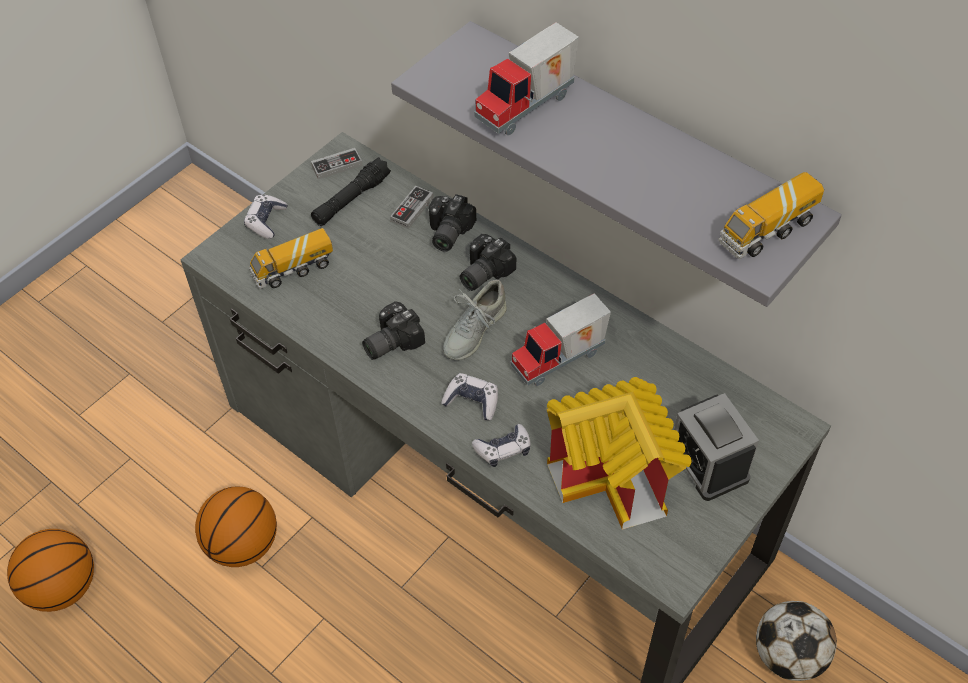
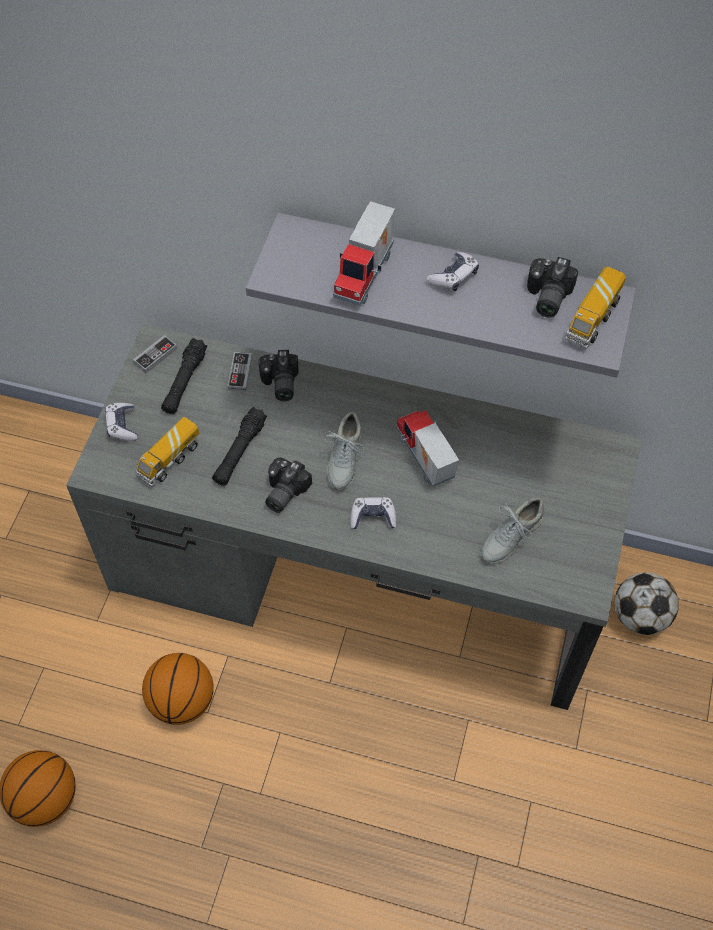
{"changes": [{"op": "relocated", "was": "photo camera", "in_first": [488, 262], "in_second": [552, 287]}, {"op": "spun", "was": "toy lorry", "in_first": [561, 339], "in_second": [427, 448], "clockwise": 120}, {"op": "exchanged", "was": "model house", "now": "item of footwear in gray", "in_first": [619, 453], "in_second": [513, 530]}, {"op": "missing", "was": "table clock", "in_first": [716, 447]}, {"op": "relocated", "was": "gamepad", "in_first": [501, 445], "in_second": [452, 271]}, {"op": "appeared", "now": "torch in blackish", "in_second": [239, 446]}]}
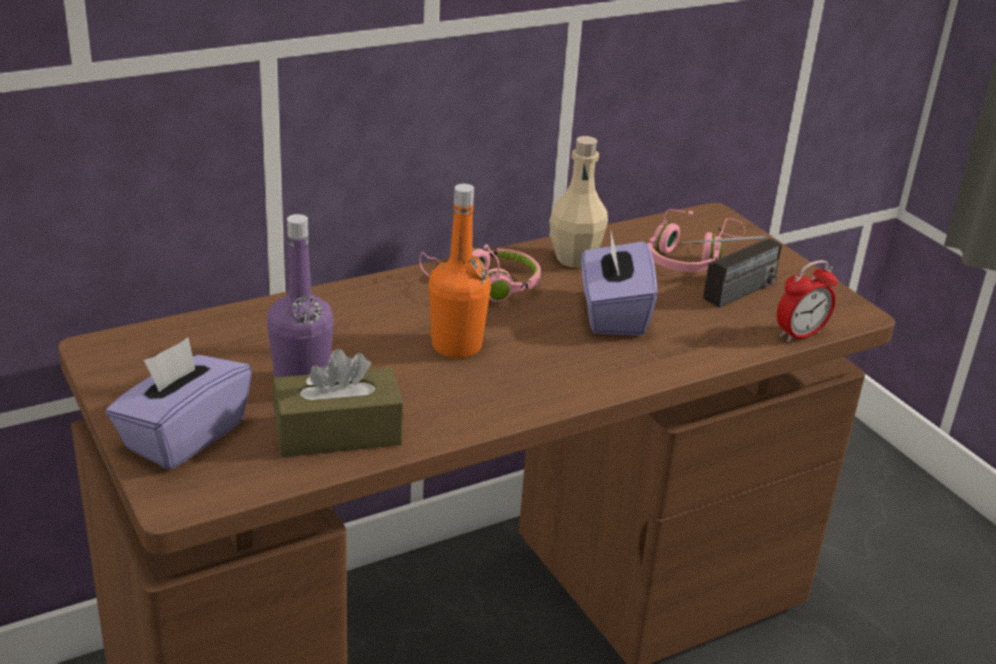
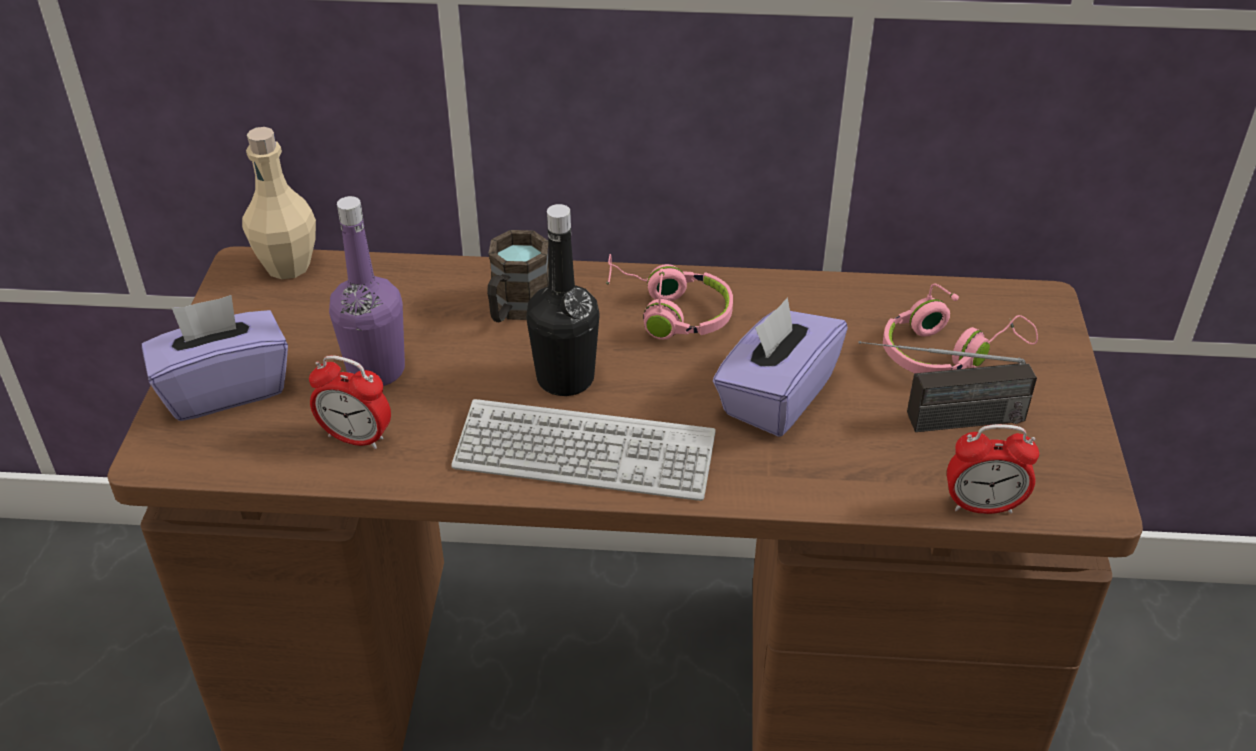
{"changes": [{"op": "relocated", "was": "drink bottle in beige", "in_first": [578, 202], "in_second": [279, 203]}, {"op": "colour", "was": "drink bottle in orangey", "now": "drink bottle in blackish", "in_first": [460, 271], "in_second": [563, 300]}, {"op": "exchanged", "was": "tissue holder in brownish", "now": "table clock", "in_first": [338, 403], "in_second": [350, 402]}, {"op": "appeared", "now": "tea mug in brownish", "in_second": [518, 276]}, {"op": "appeared", "now": "PC keyboard", "in_second": [583, 450]}]}
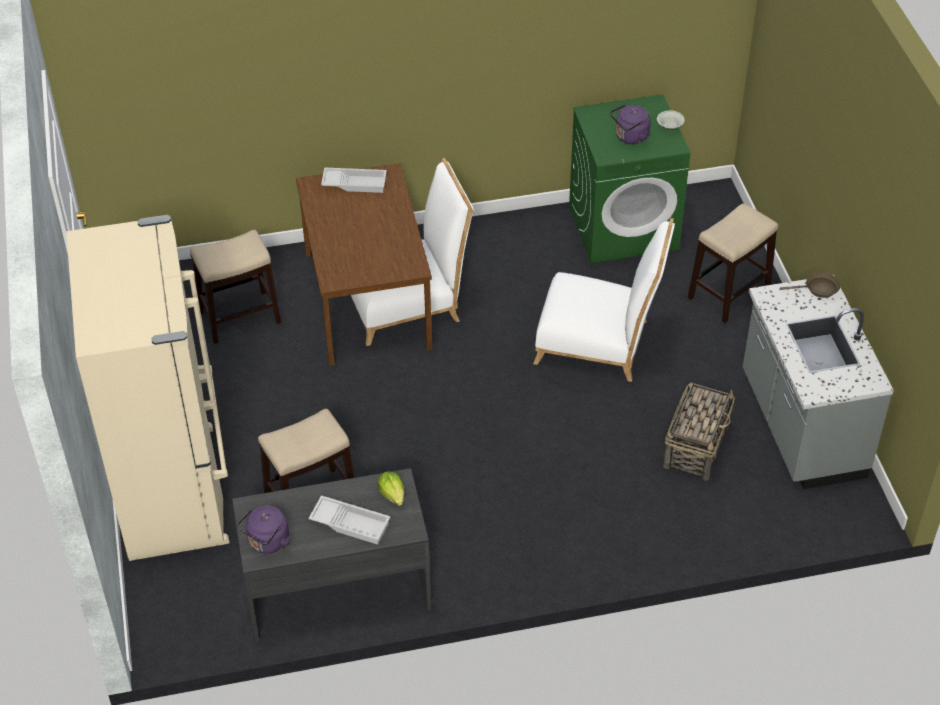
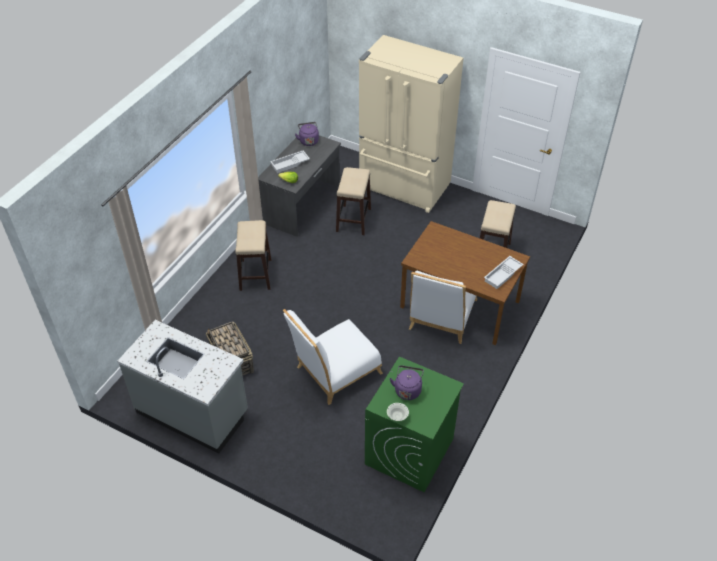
{"changes": [{"op": "relocated", "was": "stool seat", "in_first": [733, 263], "in_second": [253, 255]}, {"op": "missing", "was": "frying pan in brownish", "in_first": [810, 285]}]}
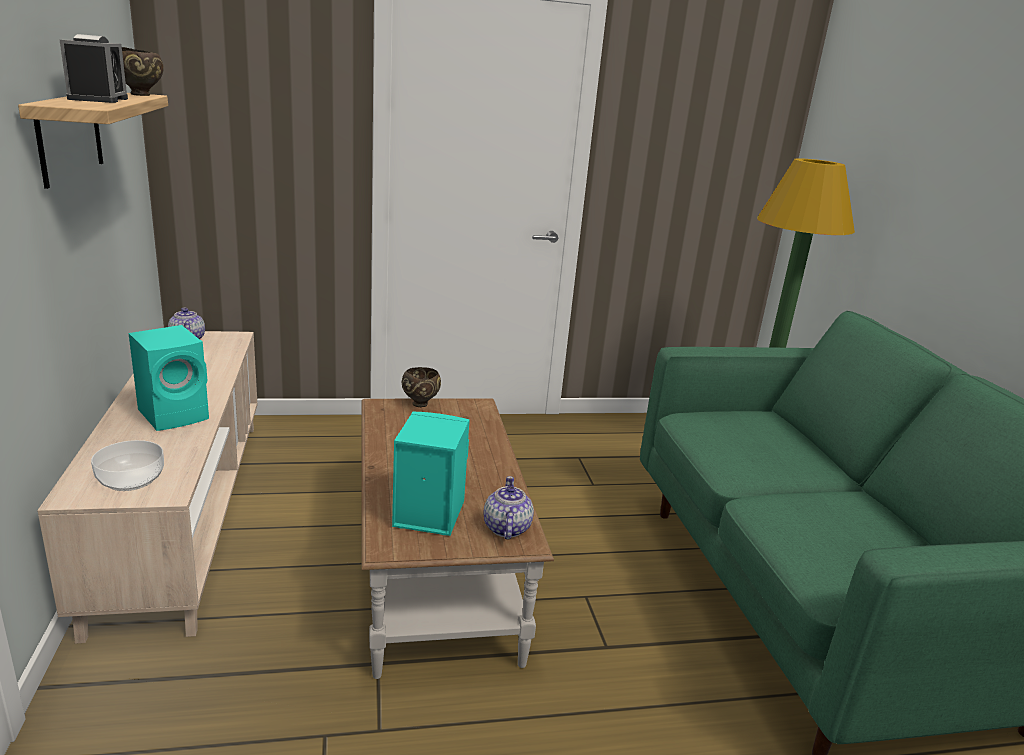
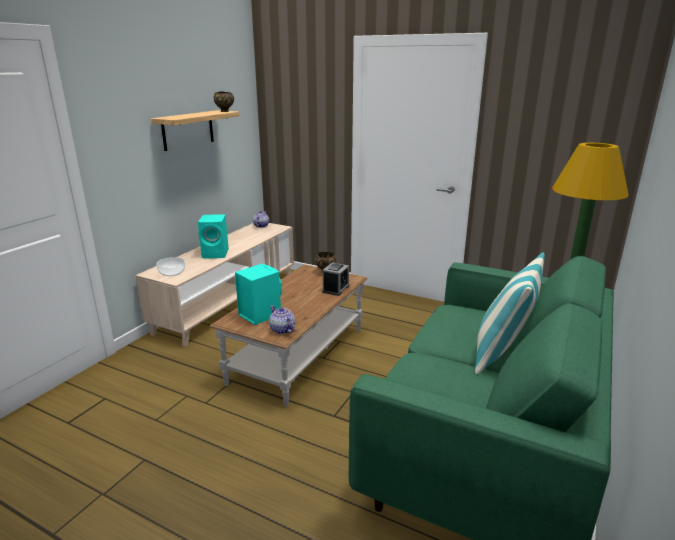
{"changes": [{"op": "relocated", "was": "table clock", "in_first": [94, 68], "in_second": [335, 279]}, {"op": "spun", "was": "pot for tea", "in_first": [508, 508], "in_second": [282, 319], "clockwise": -75}, {"op": "appeared", "now": "cushion", "in_second": [509, 313]}]}
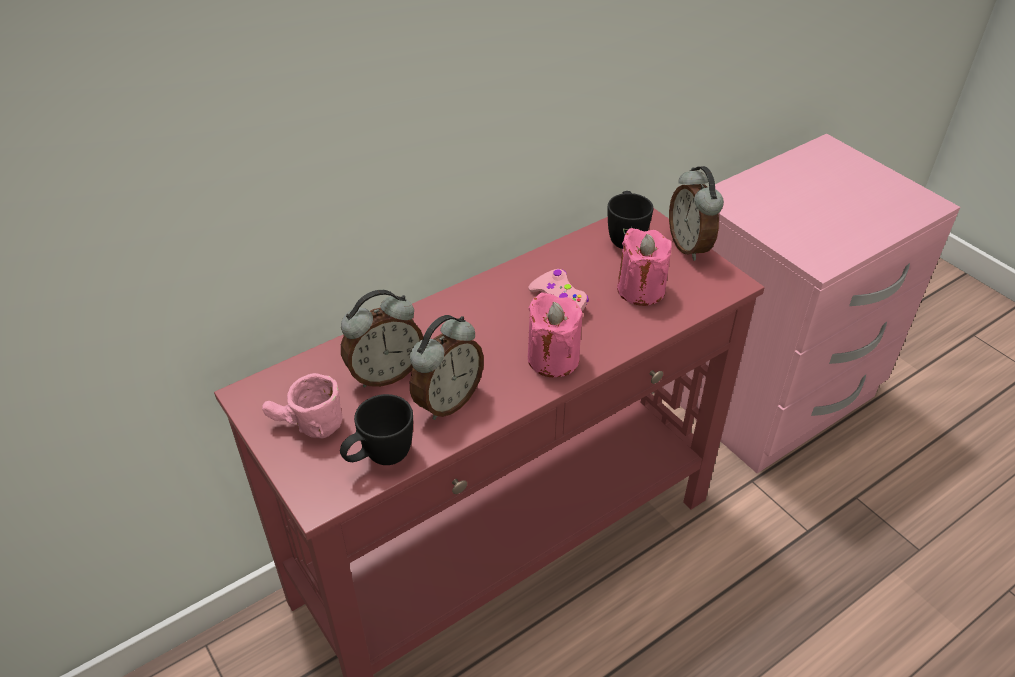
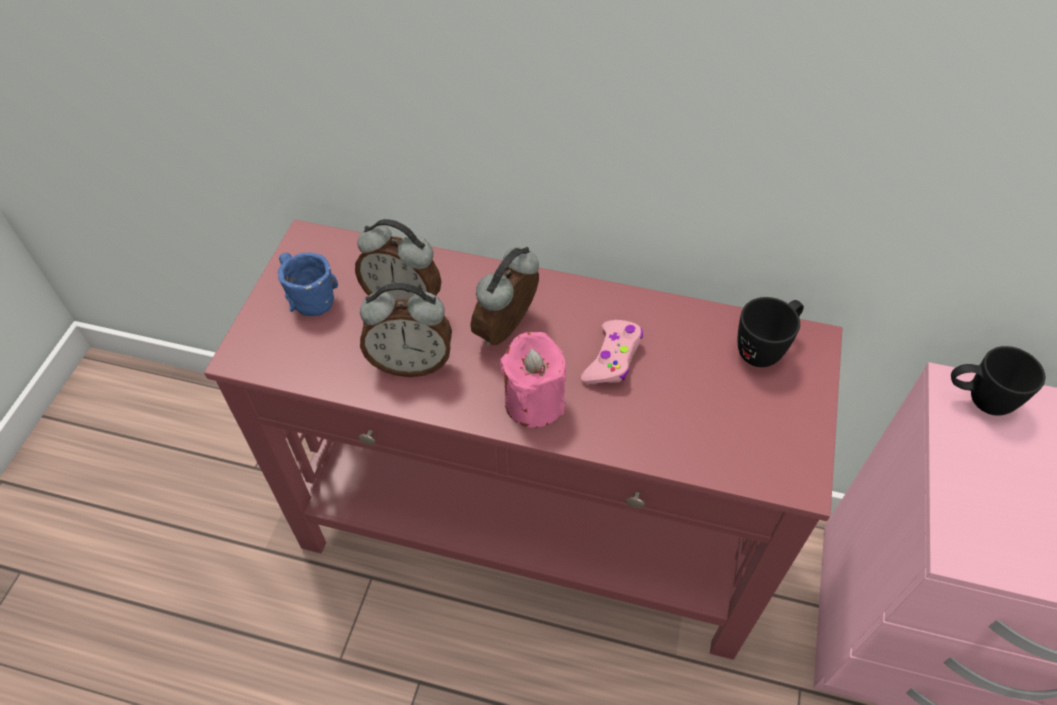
{"changes": [{"op": "relocated", "was": "table clock", "in_first": [696, 213], "in_second": [504, 296]}, {"op": "missing", "was": "wax light in pinkish", "in_first": [644, 267]}, {"op": "colour", "was": "tea mug in pinkish", "now": "tea mug in blue", "in_first": [302, 406], "in_second": [308, 284]}, {"op": "relocated", "was": "tea mug in blackish", "in_first": [376, 429], "in_second": [998, 381]}]}
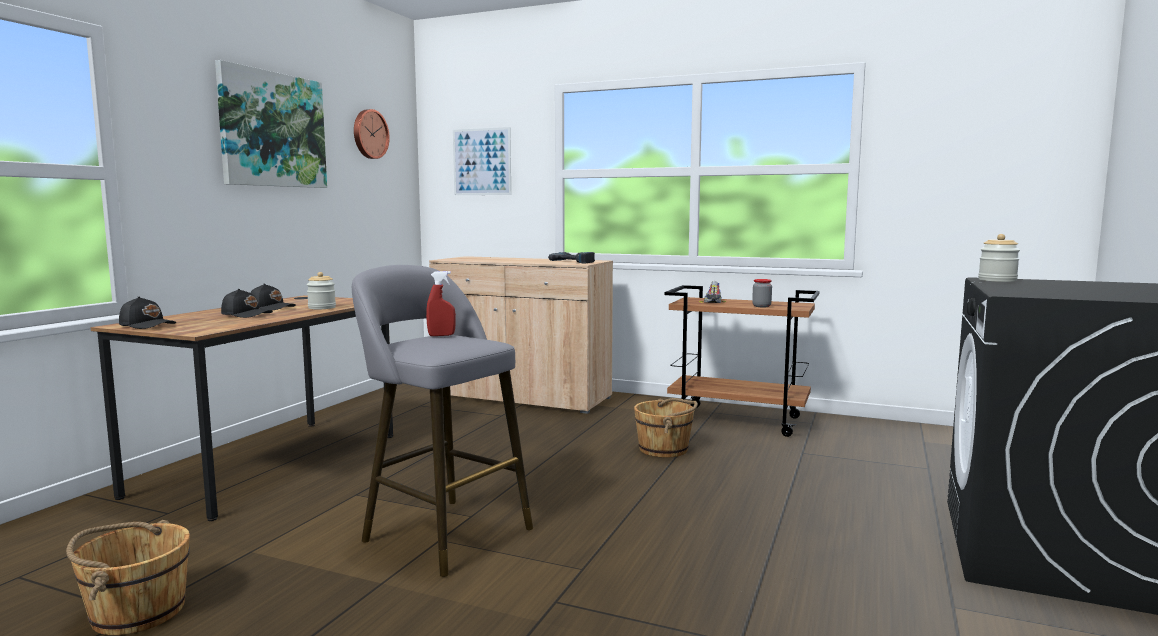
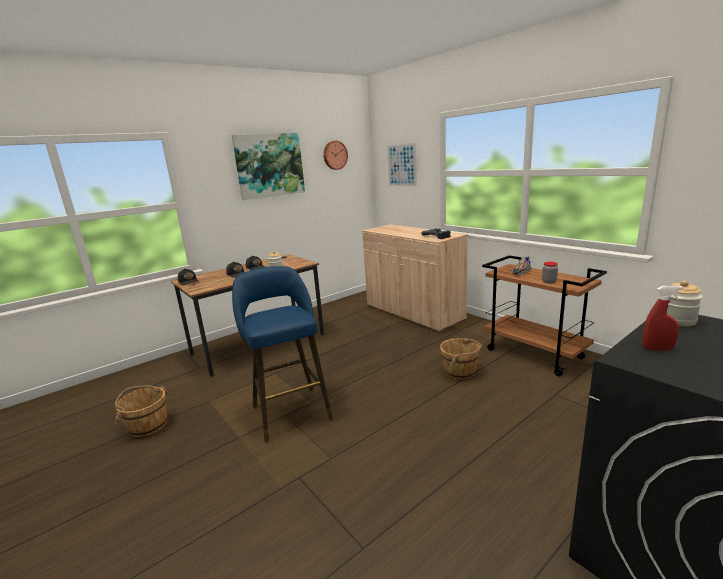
{"changes": [{"op": "colour", "was": "stool seat in gray", "now": "stool seat in blue", "in_first": [442, 421], "in_second": [282, 354]}, {"op": "relocated", "was": "spray bottle in red", "in_first": [441, 303], "in_second": [662, 318]}]}
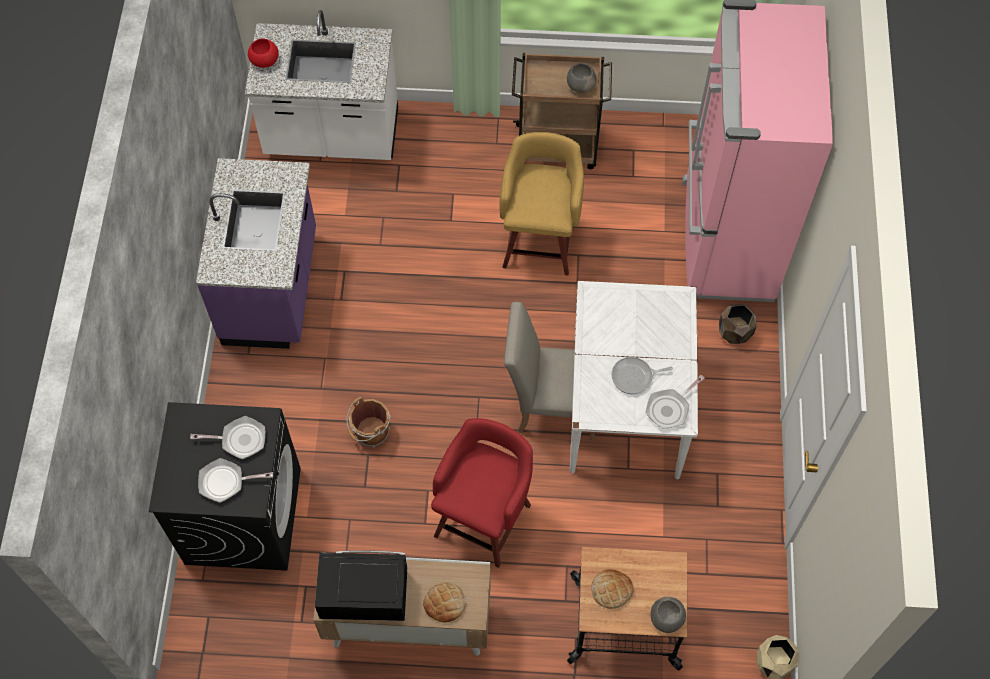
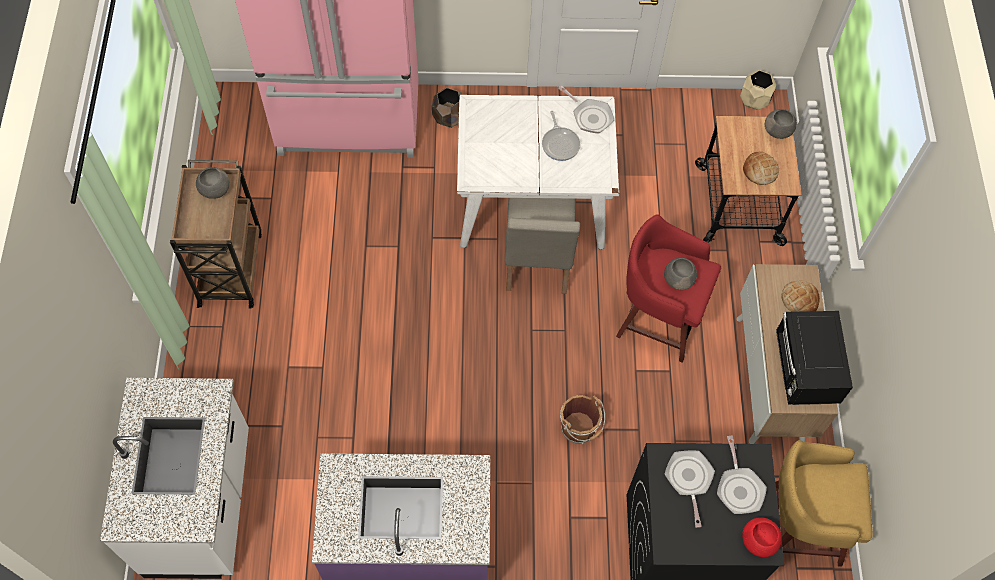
{"changes": [{"op": "relocated", "was": "deep dish in red", "in_first": [263, 53], "in_second": [762, 537]}, {"op": "relocated", "was": "stool seat in yellow-coloured", "in_first": [541, 203], "in_second": [824, 503]}, {"op": "appeared", "now": "deep dish in gray", "in_second": [680, 273]}]}
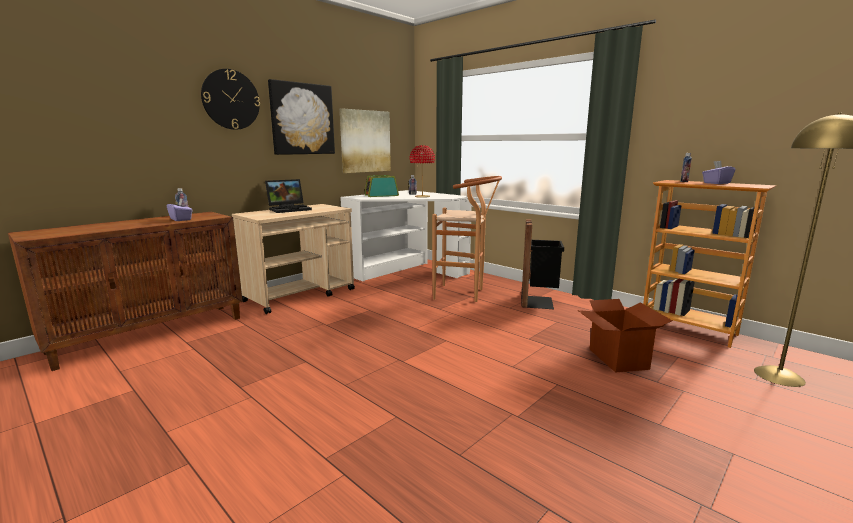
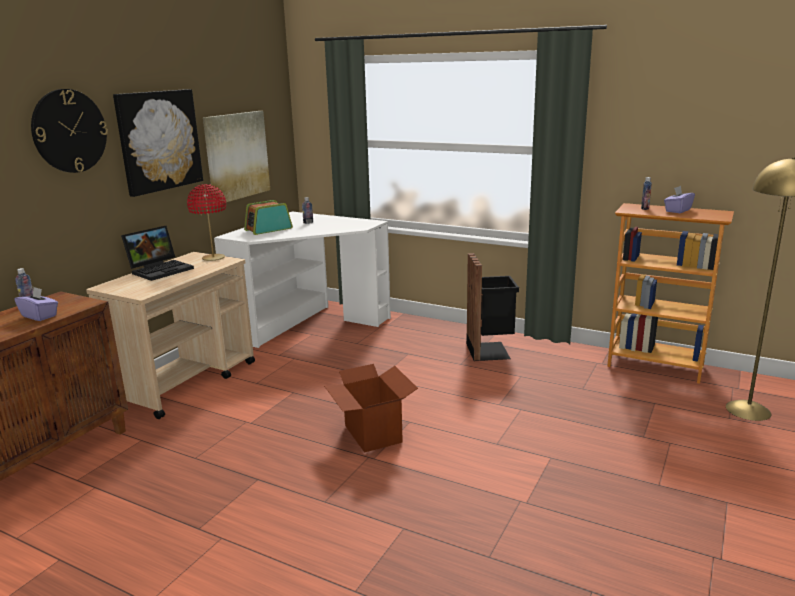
{"changes": [{"op": "relocated", "was": "tabletop lamp in red", "in_first": [422, 171], "in_second": [206, 222]}, {"op": "missing", "was": "stool seat in brownish", "in_first": [467, 239]}, {"op": "relocated", "was": "carton", "in_first": [625, 335], "in_second": [371, 408]}]}
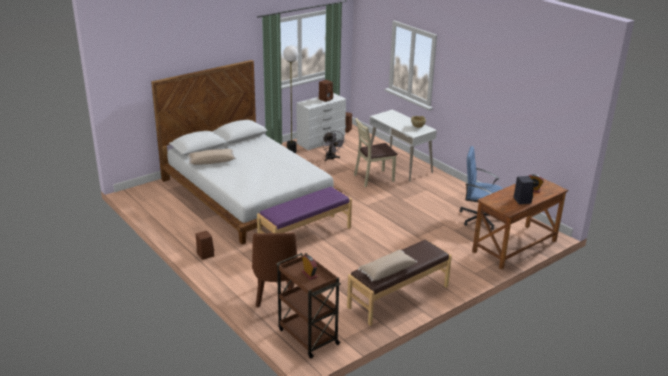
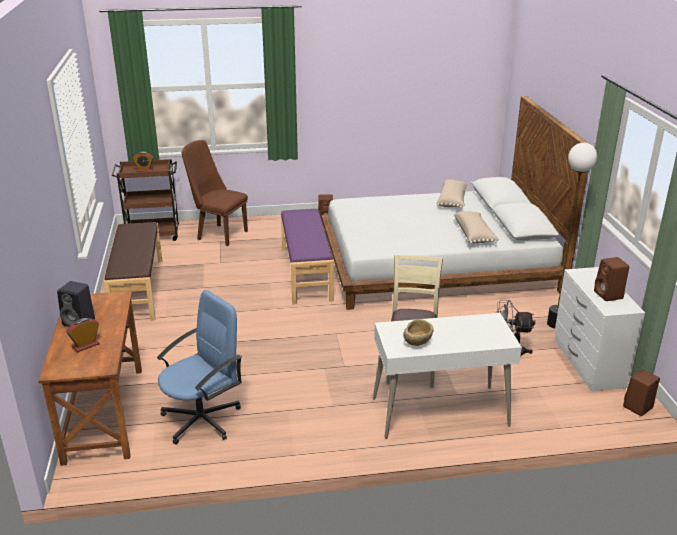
{"changes": [{"op": "relocated", "was": "cushion in beige", "in_first": [387, 265], "in_second": [476, 227]}]}
